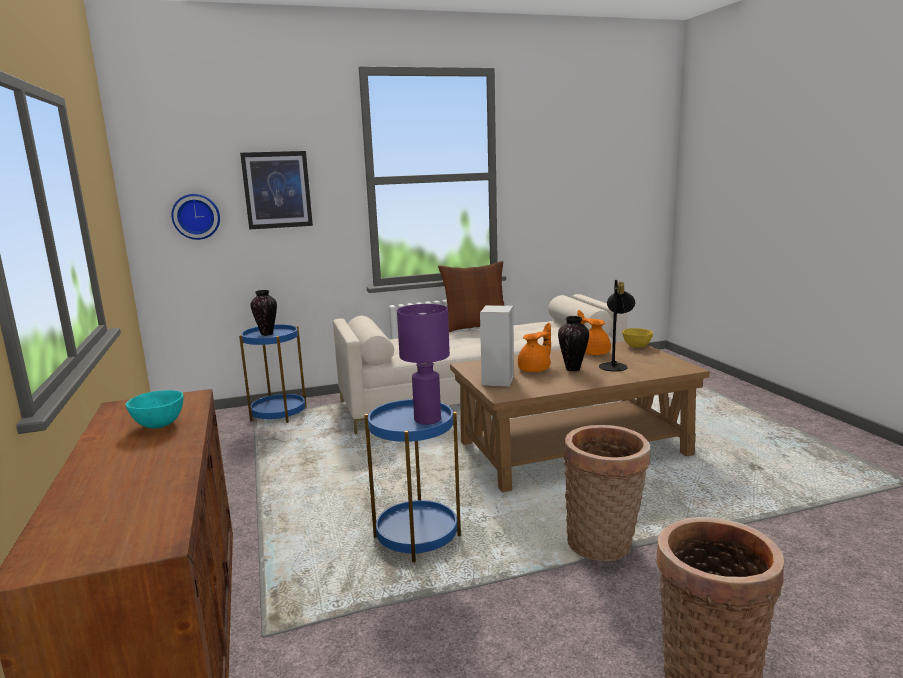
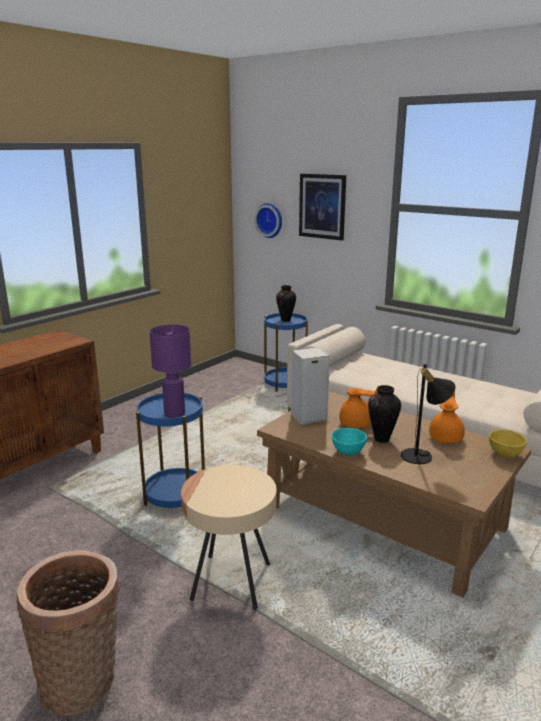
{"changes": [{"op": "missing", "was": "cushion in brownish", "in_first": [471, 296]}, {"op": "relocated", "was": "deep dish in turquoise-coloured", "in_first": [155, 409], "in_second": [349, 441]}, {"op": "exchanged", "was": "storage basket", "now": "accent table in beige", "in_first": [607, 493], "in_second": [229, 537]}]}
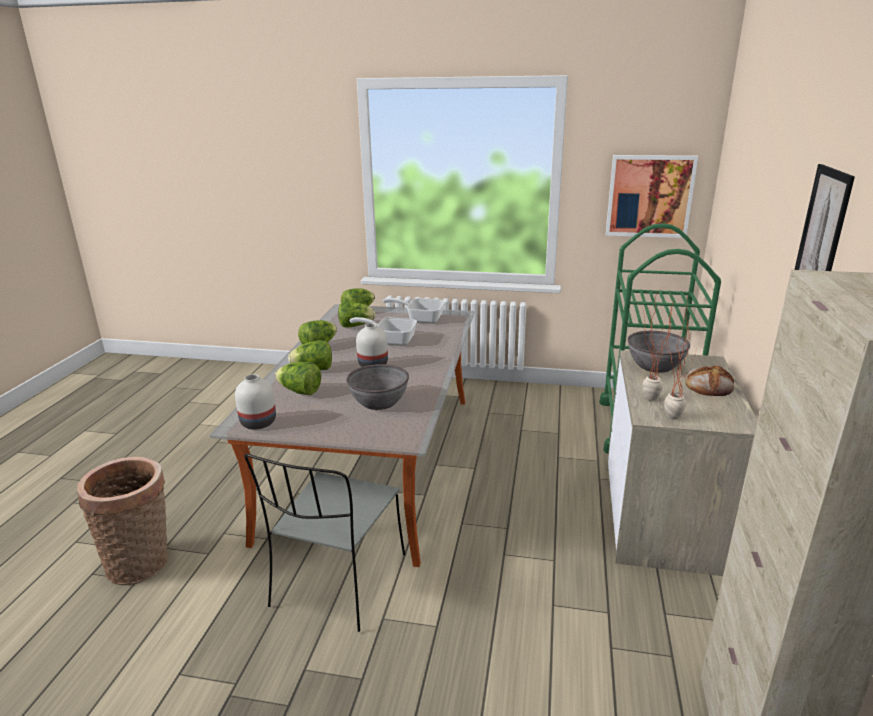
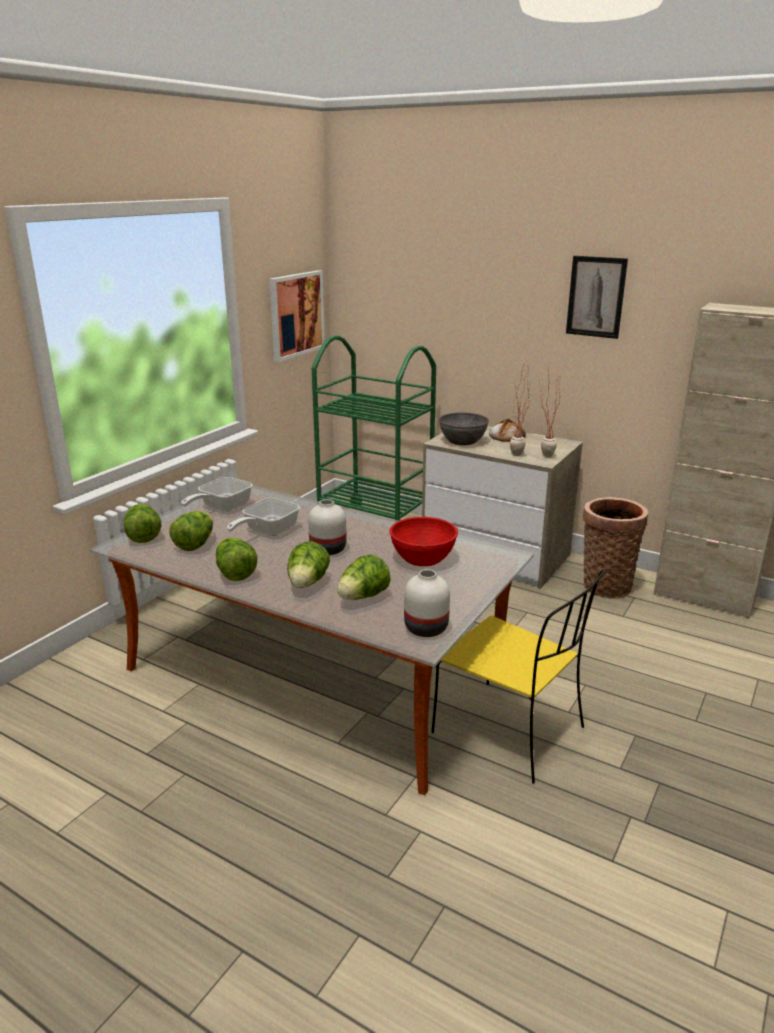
{"changes": [{"op": "colour", "was": "deep dish in gray", "now": "deep dish in red", "in_first": [377, 387], "in_second": [423, 541]}, {"op": "colour", "was": "chair in gray", "now": "chair in yellow-coloured", "in_first": [324, 543], "in_second": [518, 676]}, {"op": "relocated", "was": "storage basket", "in_first": [122, 521], "in_second": [615, 548]}]}
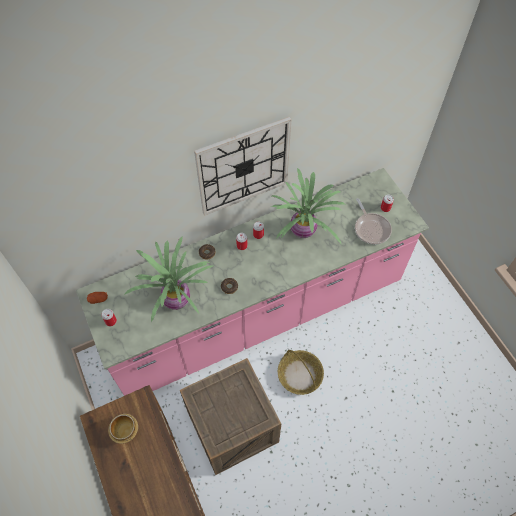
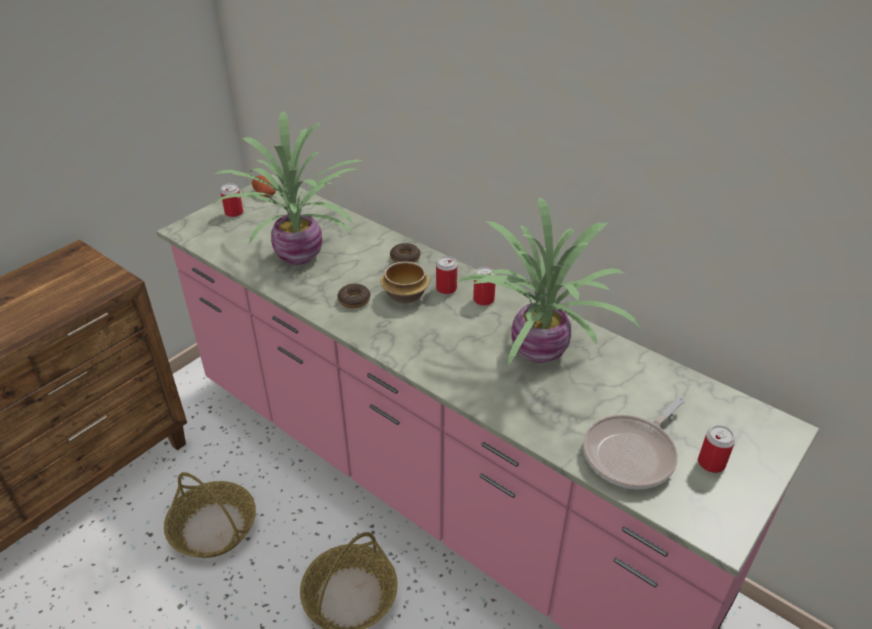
{"changes": [{"op": "missing", "was": "hanging clock", "in_first": [242, 166]}, {"op": "exchanged", "was": "shipping crate", "now": "storage basket", "in_first": [230, 416], "in_second": [210, 515]}, {"op": "relocated", "was": "deep dish", "in_first": [123, 429], "in_second": [405, 282]}]}
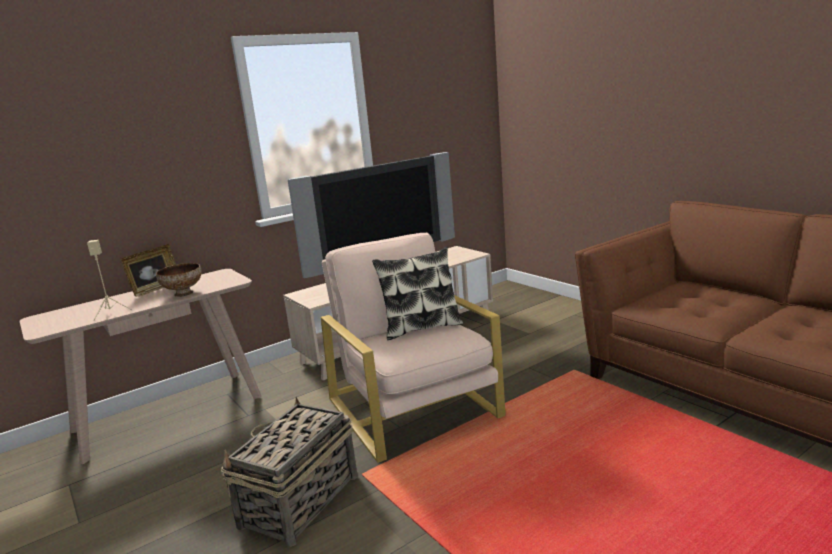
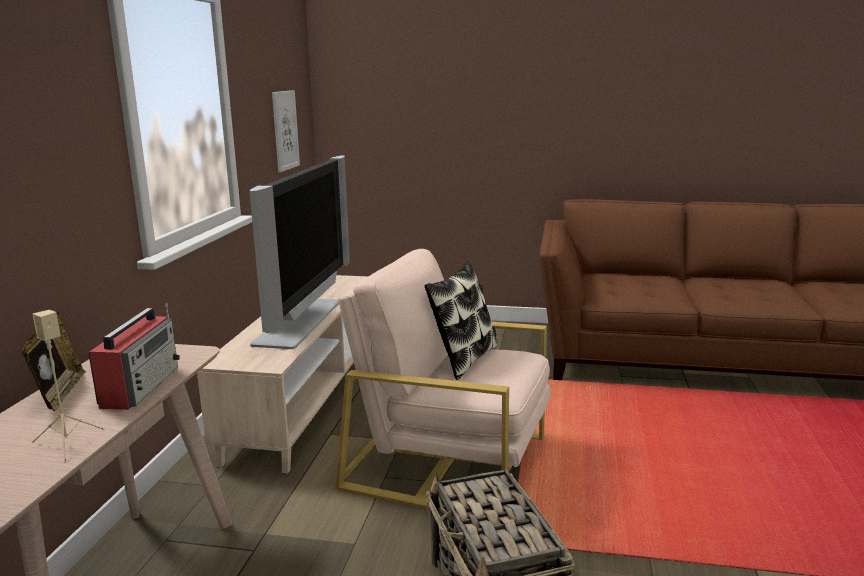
{"changes": [{"op": "exchanged", "was": "deep dish", "now": "radio receiver", "in_first": [178, 280], "in_second": [134, 356]}, {"op": "appeared", "now": "wall art", "in_second": [286, 131]}]}
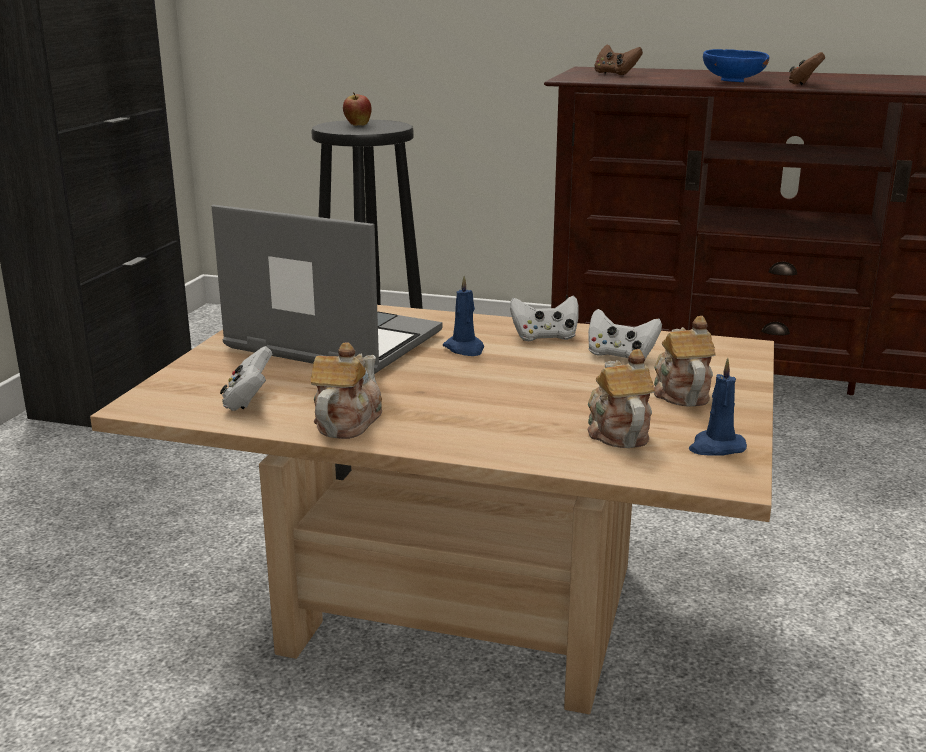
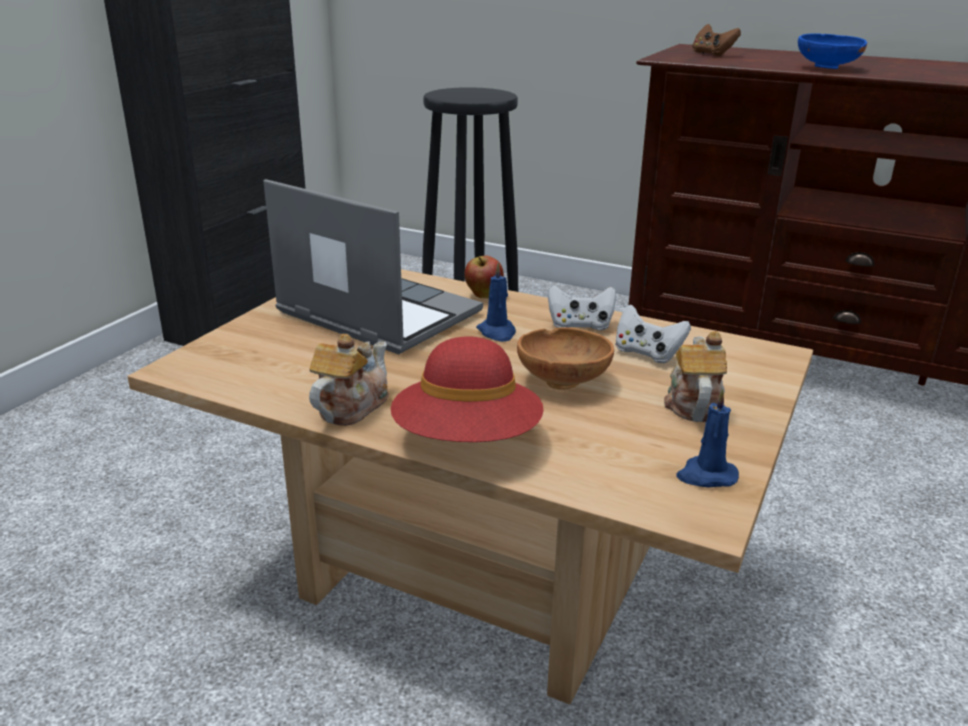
{"changes": [{"op": "missing", "was": "gamepad in brownish", "in_first": [807, 68]}, {"op": "relocated", "was": "apple", "in_first": [357, 109], "in_second": [484, 276]}, {"op": "missing", "was": "gamepad in white-coloured", "in_first": [246, 378]}, {"op": "missing", "was": "pot for tea", "in_first": [621, 398]}, {"op": "appeared", "now": "deep dish in brownish", "in_second": [565, 358]}, {"op": "appeared", "now": "wearable hat in red", "in_second": [467, 389]}]}
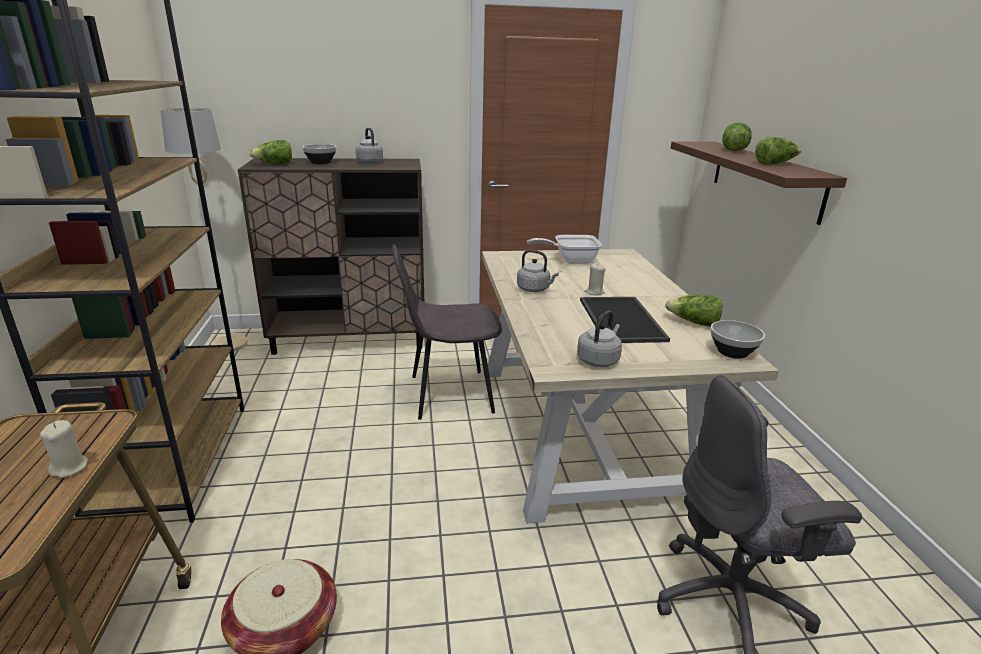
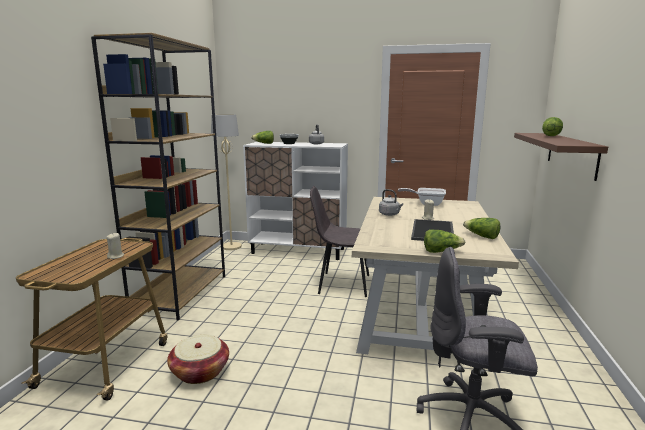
{"changes": [{"op": "relocated", "was": "lettuce", "in_first": [778, 151], "in_second": [444, 241]}, {"op": "colour", "was": "storage cabinet in brownish", "now": "storage cabinet in white-coloured", "in_first": [331, 256], "in_second": [295, 201]}, {"op": "missing", "was": "kettle in gray", "in_first": [599, 339]}, {"op": "missing", "was": "deep dish", "in_first": [738, 339]}]}
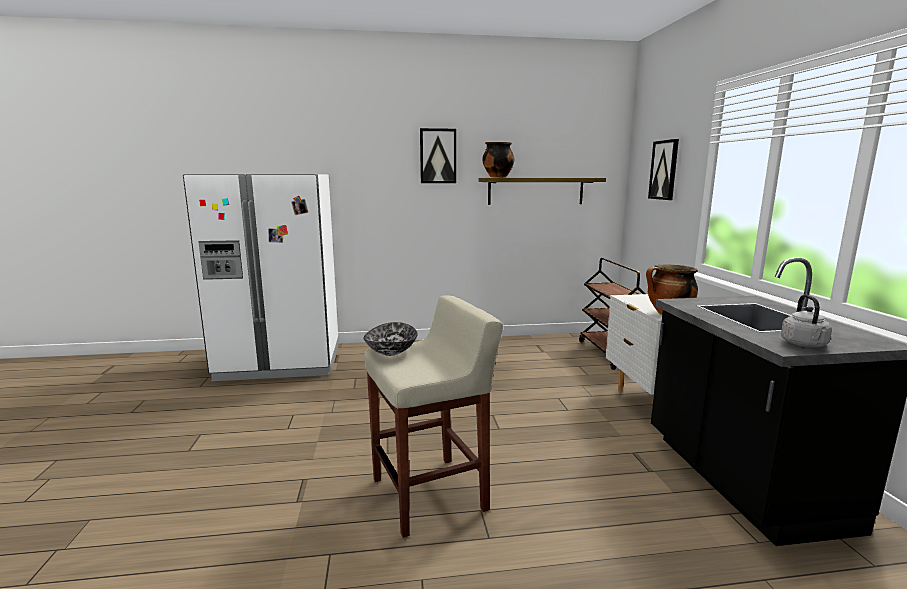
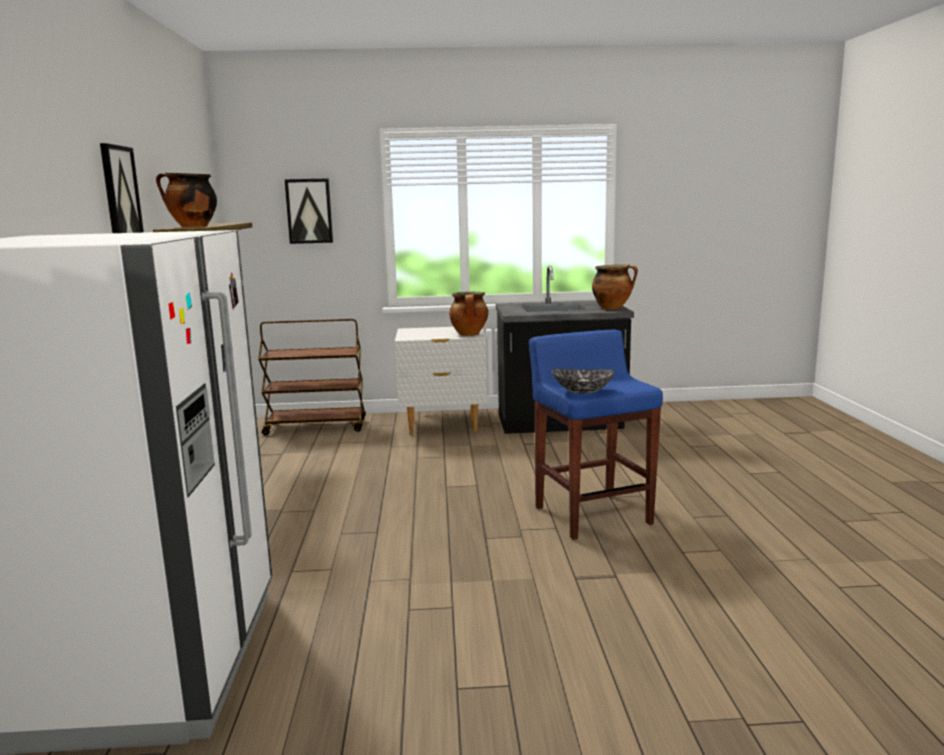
{"changes": [{"op": "exchanged", "was": "kettle in gray", "now": "stockpot", "in_first": [806, 320], "in_second": [615, 286]}, {"op": "colour", "was": "stool seat in beige", "now": "stool seat in blue", "in_first": [433, 416], "in_second": [596, 435]}]}
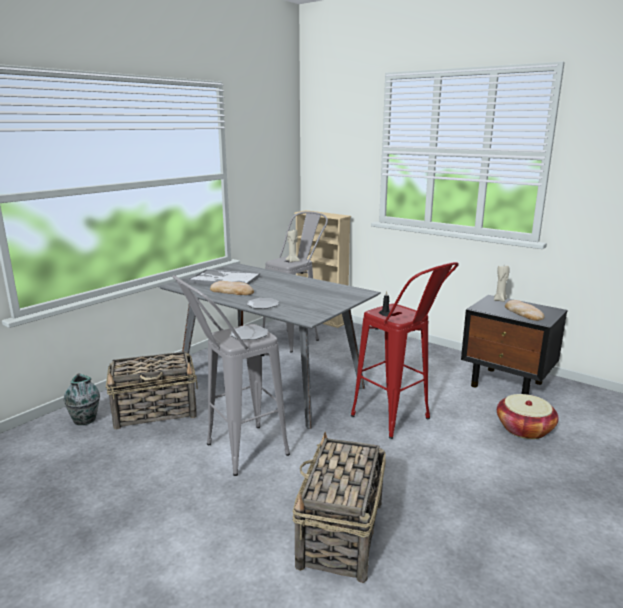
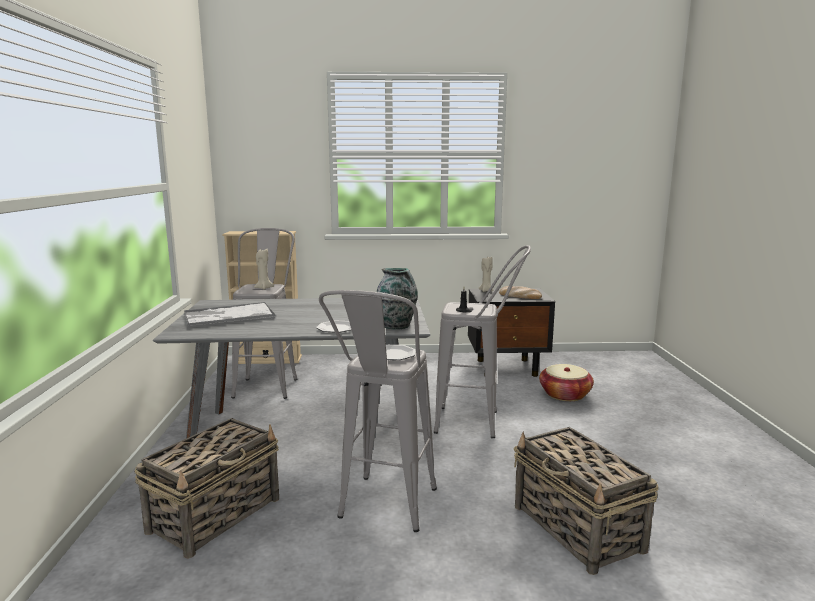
{"changes": [{"op": "colour", "was": "stool seat in red", "now": "stool seat in gray", "in_first": [405, 350], "in_second": [482, 341]}, {"op": "missing", "was": "bread", "in_first": [232, 288]}, {"op": "relocated", "was": "decorative vase", "in_first": [82, 399], "in_second": [397, 299]}]}
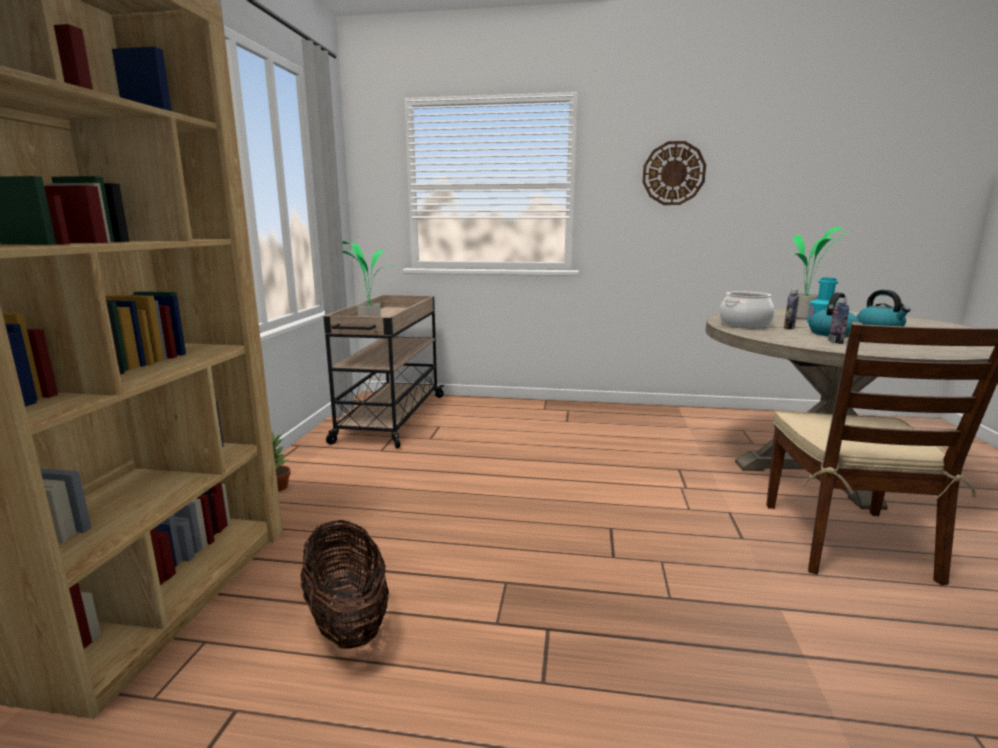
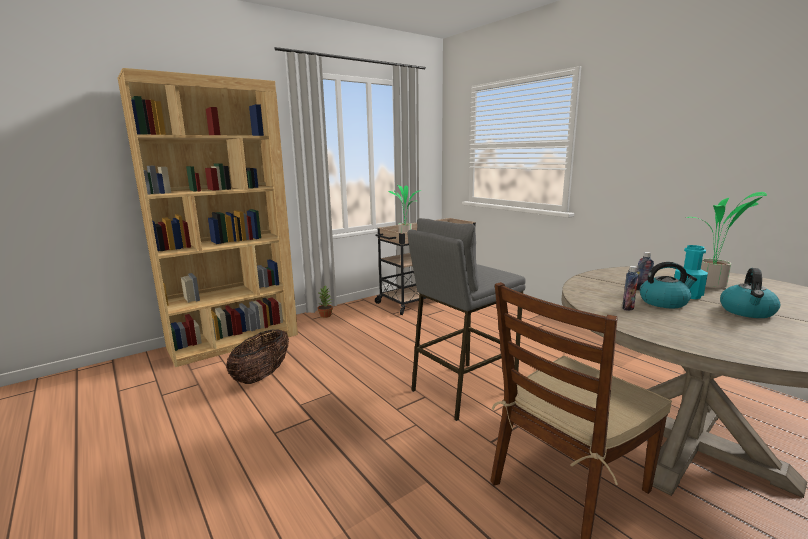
{"changes": [{"op": "missing", "was": "hanging clock", "in_first": [674, 173]}, {"op": "missing", "was": "stockpot", "in_first": [747, 310]}, {"op": "appeared", "now": "stool seat in gray", "in_second": [466, 319]}]}
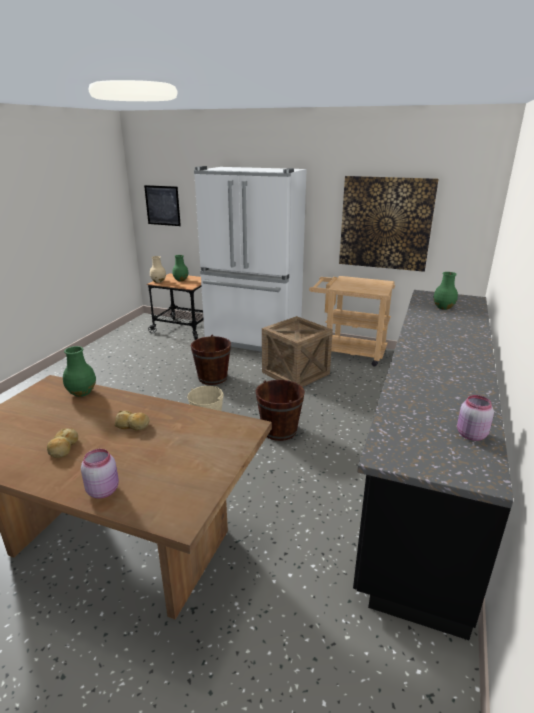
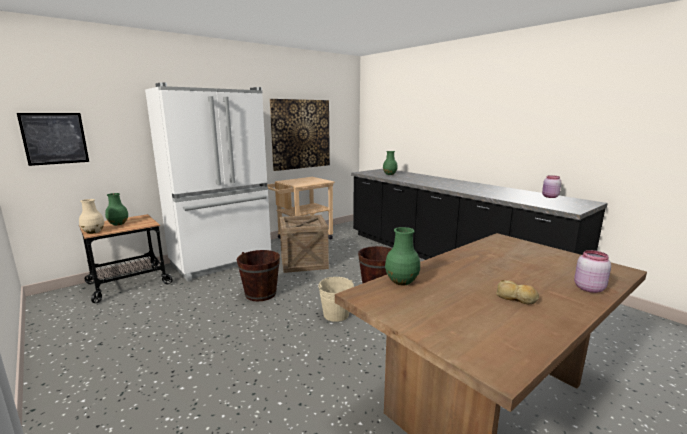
{"changes": [{"op": "missing", "was": "bread", "in_first": [132, 421]}]}
